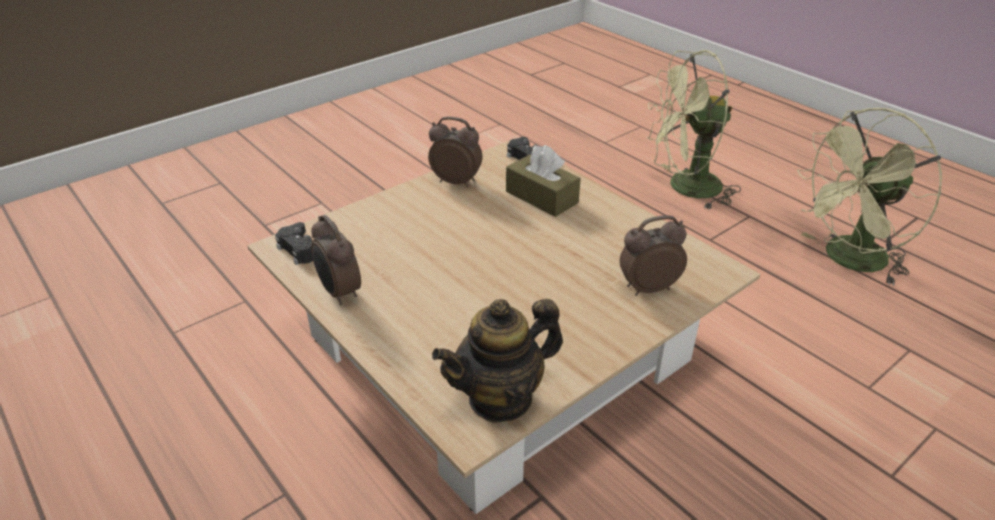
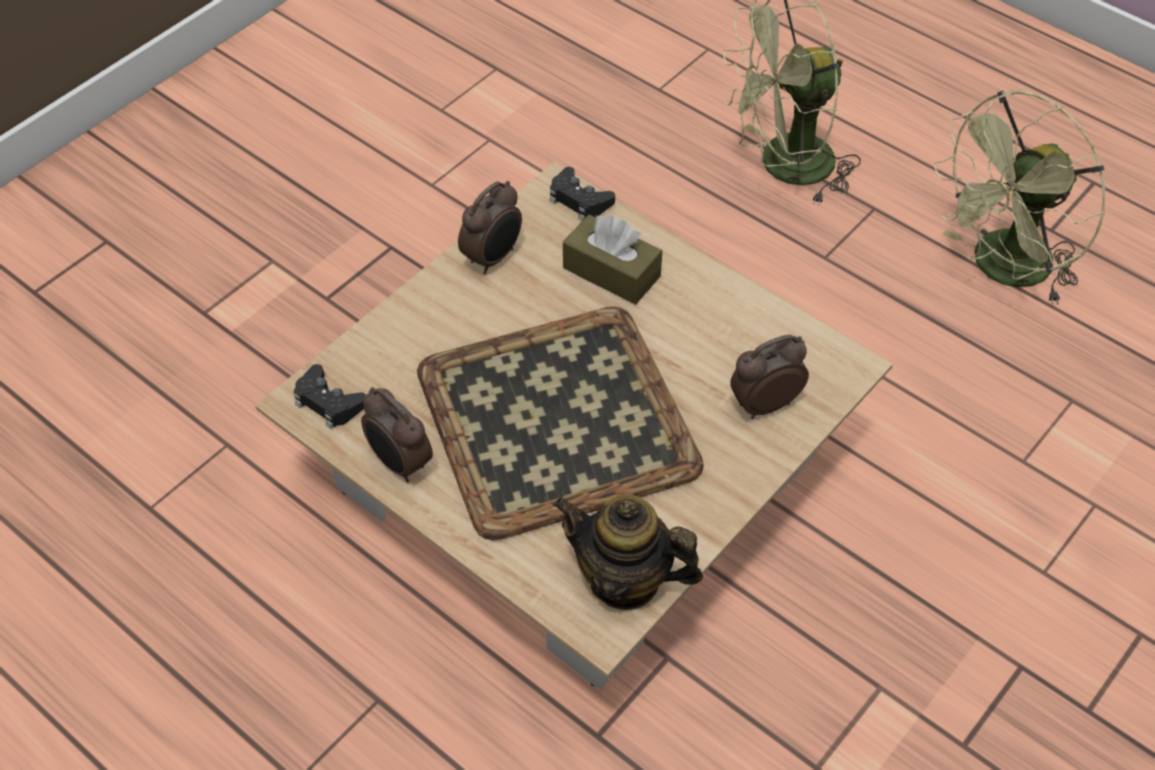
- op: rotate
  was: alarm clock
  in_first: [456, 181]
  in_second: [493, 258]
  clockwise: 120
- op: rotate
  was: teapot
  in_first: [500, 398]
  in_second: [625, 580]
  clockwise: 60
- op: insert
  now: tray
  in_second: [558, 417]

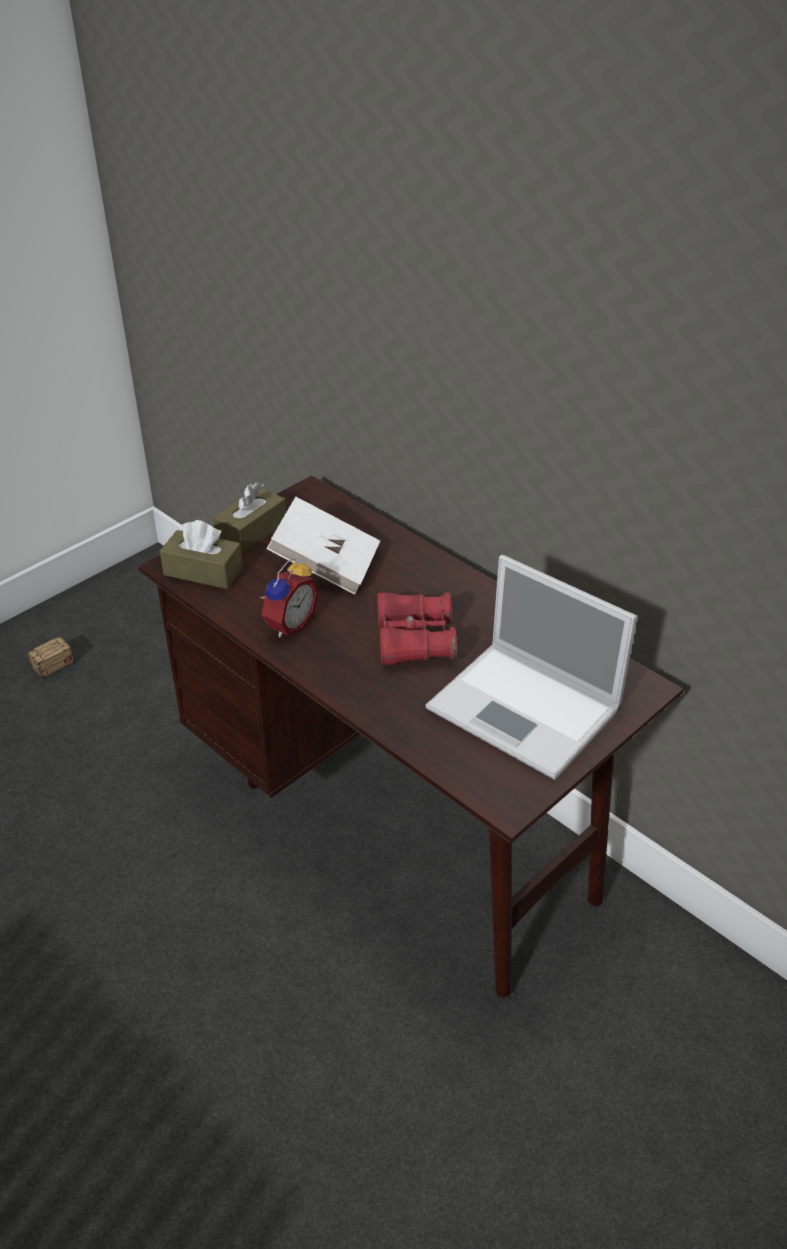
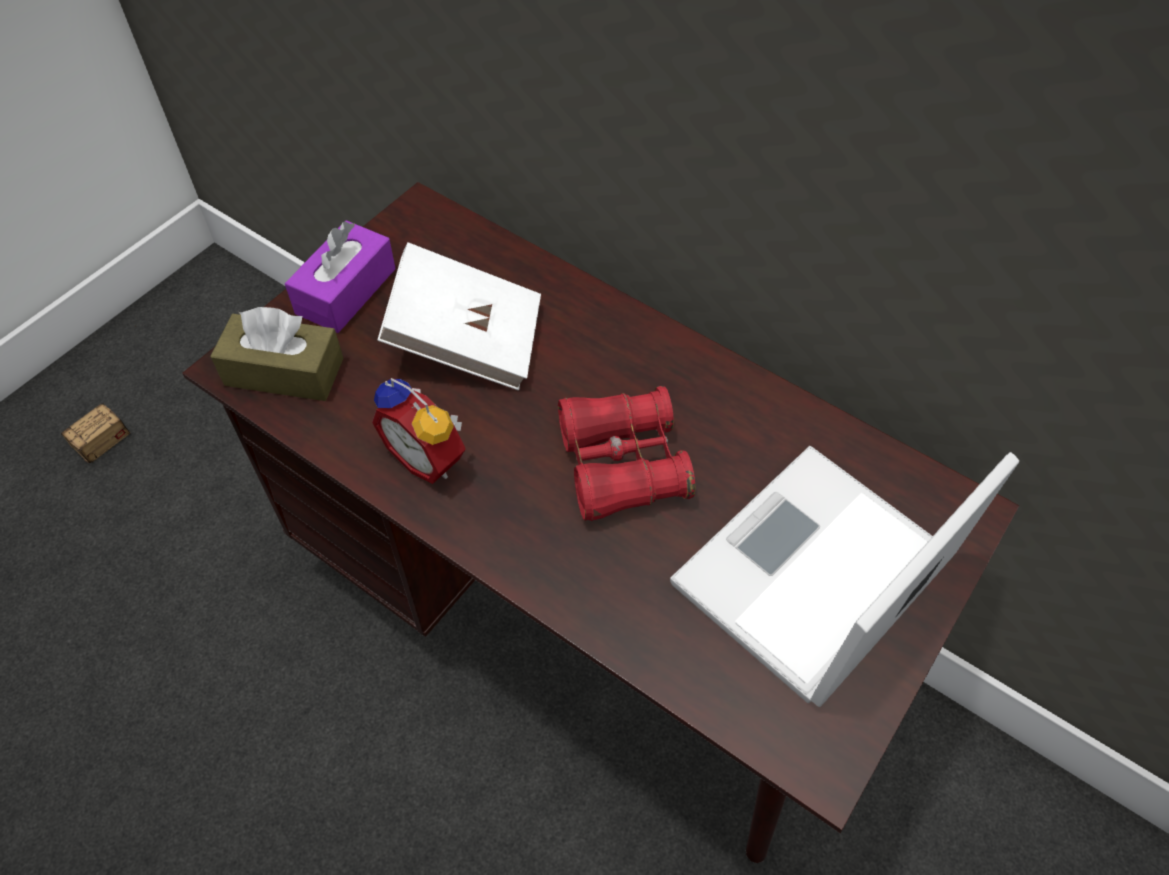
- op: recolor
  was: brown tissue box
  now: purple tissue box
  in_first: [251, 531]
  in_second: [346, 291]
- op: rotate
  was: alarm clock
  in_first: [288, 624]
  in_second: [429, 457]
  clockwise: 105
- op: rotate
  was: laptop
  in_first: [526, 710]
  in_second: [810, 575]
  clockwise: 105

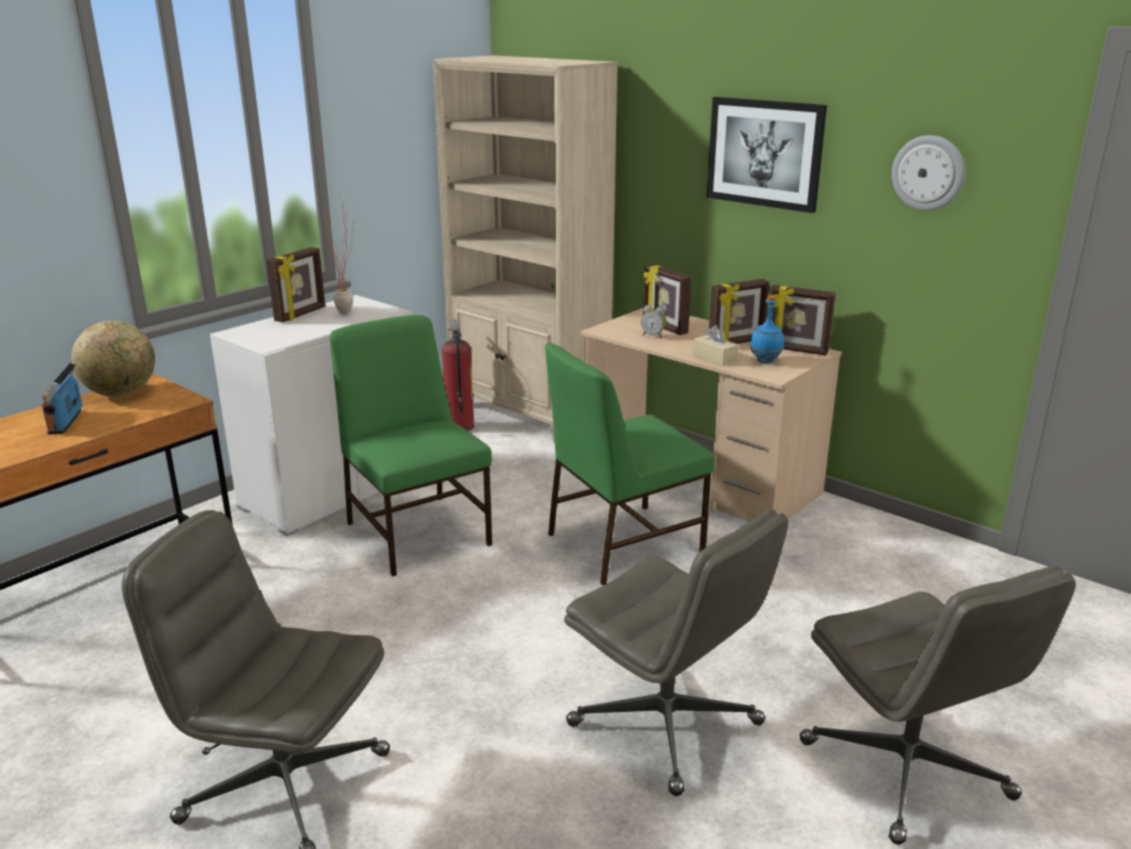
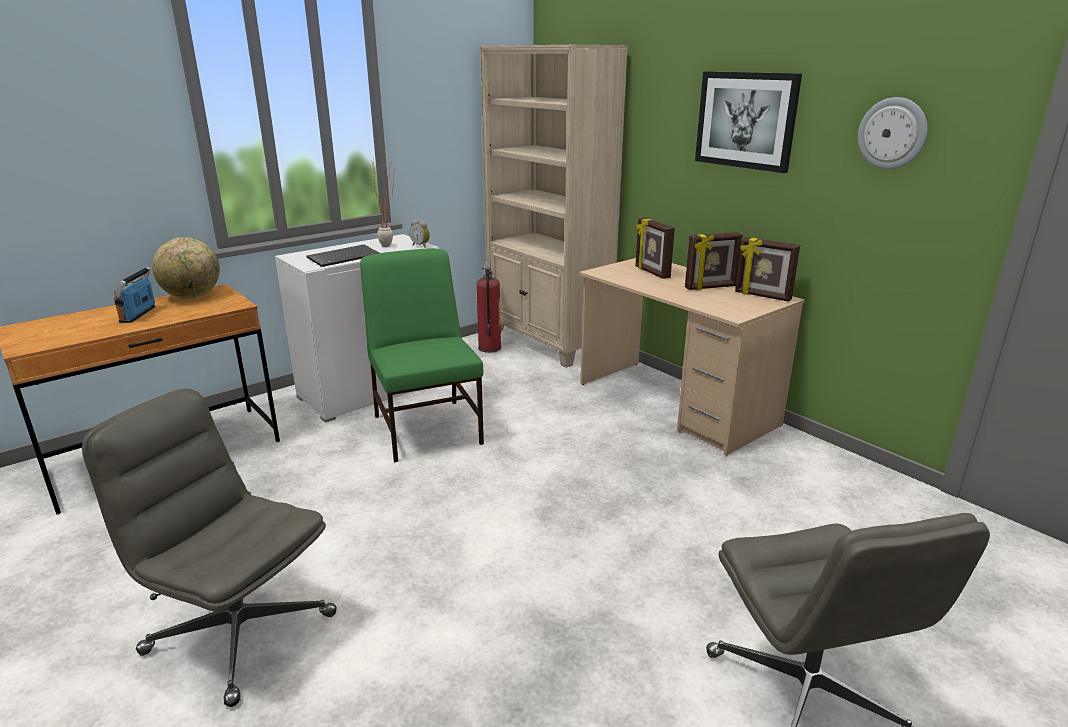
- op: delete
  was: picture frame
  in_first: [301, 314]
- op: delete
  was: green chair
  in_first: [622, 543]
- op: delete
  was: grey office chair
  in_first: [667, 725]
- op: move
  was: alarm clock
  in_first: [653, 336]
  in_second: [421, 246]
- op: delete
  was: beige tissue box
  in_first: [714, 358]
- op: delete
  was: blue bottle
  in_first: [765, 361]
- op: insert
  now: keyboard
  in_second: [344, 257]

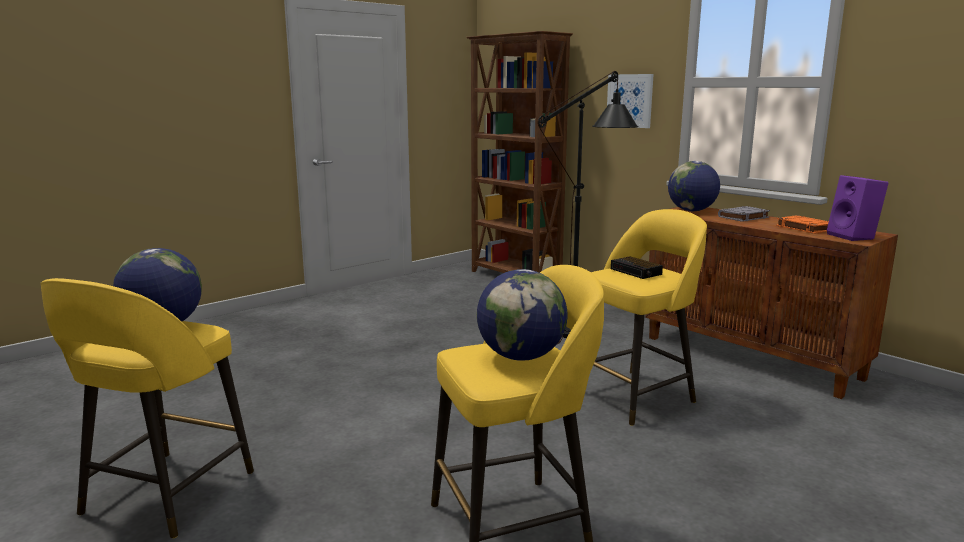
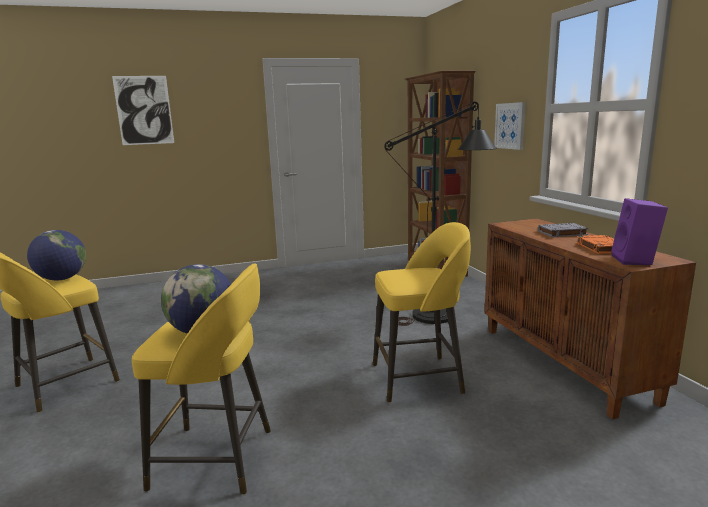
- op: delete
  was: alarm clock
  in_first: [636, 272]
- op: delete
  was: globe
  in_first: [691, 211]
- op: insert
  now: picture
  in_second: [144, 110]

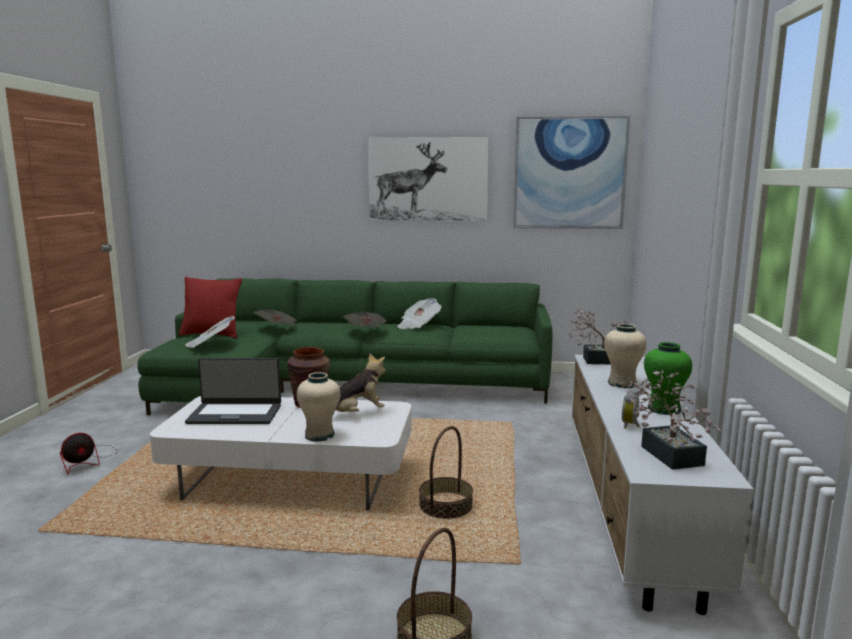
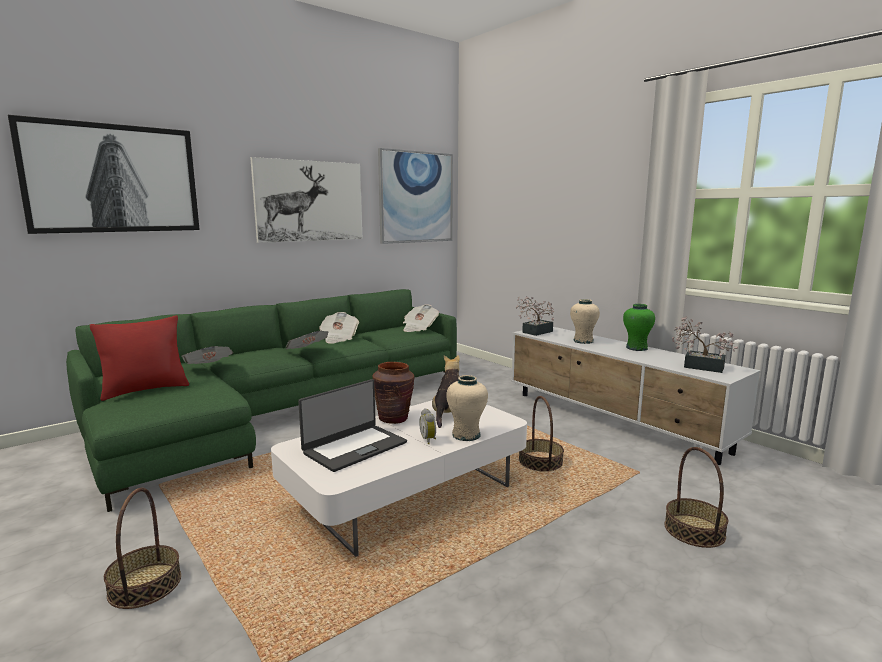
- op: replace
  was: fan
  now: basket
  in_first: [87, 461]
  in_second: [145, 585]
- op: move
  was: newspaper
  in_first: [210, 345]
  in_second: [419, 328]
- op: move
  was: alarm clock
  in_first: [631, 425]
  in_second: [429, 440]
- op: insert
  now: picture
  in_second: [113, 179]

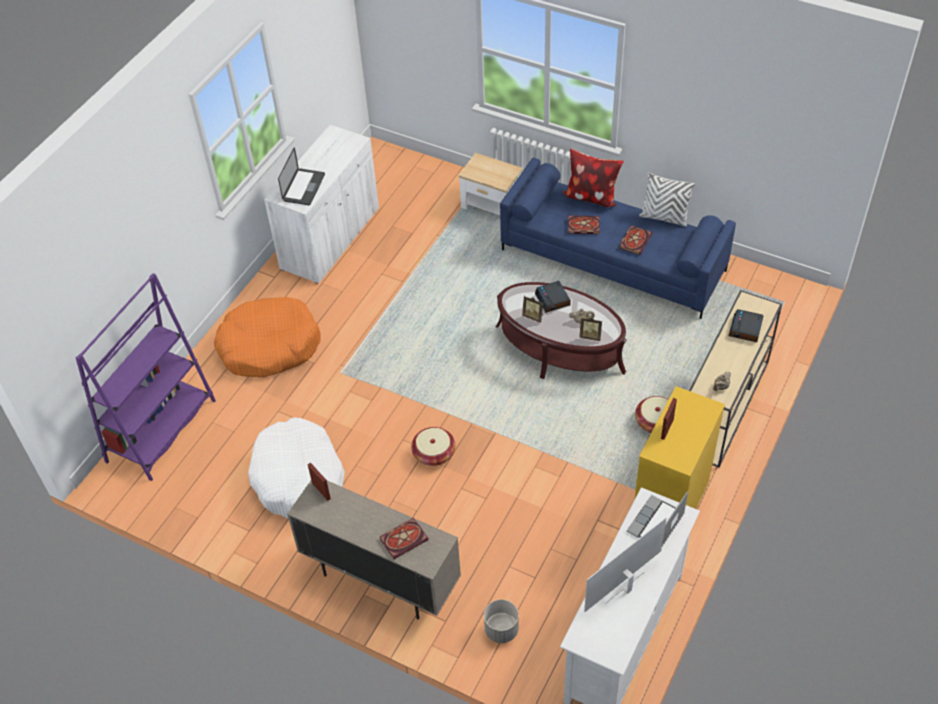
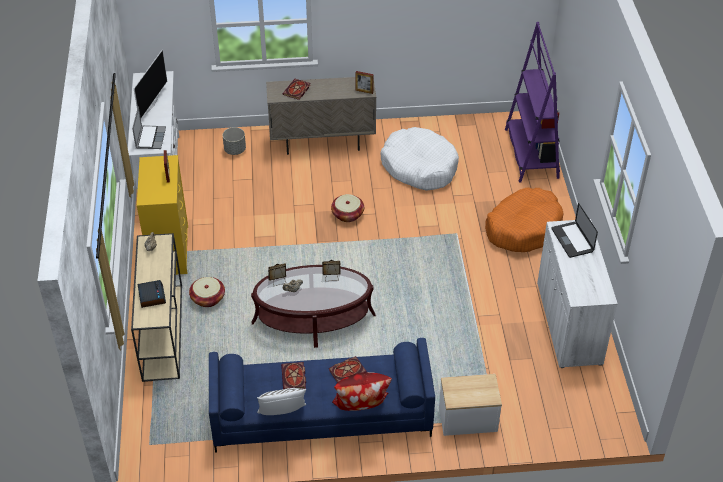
- op: delete
  was: alarm clock
  in_first: [553, 300]

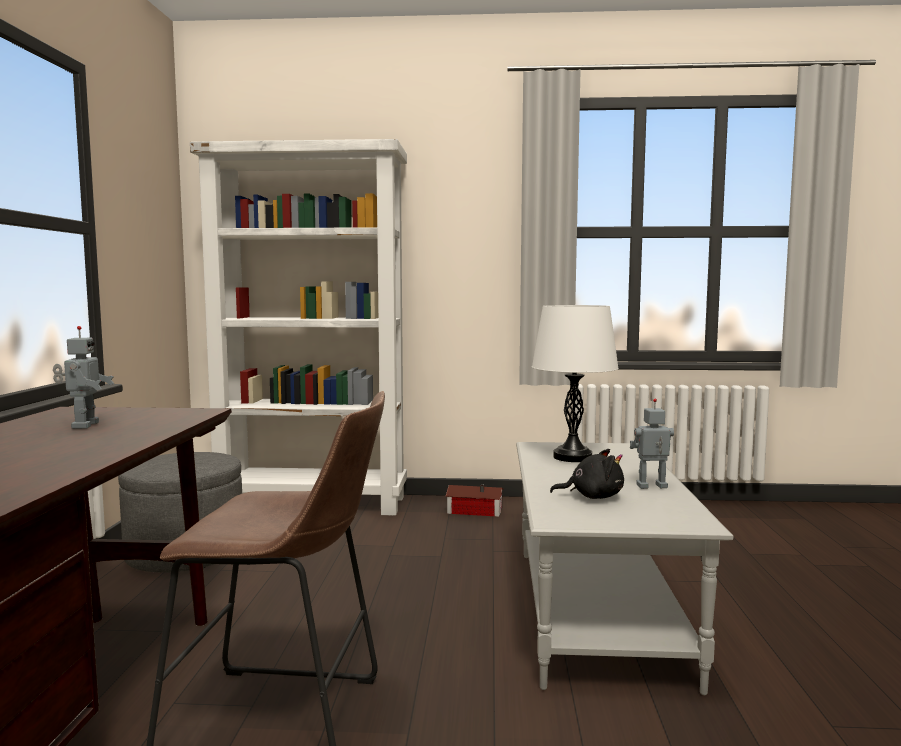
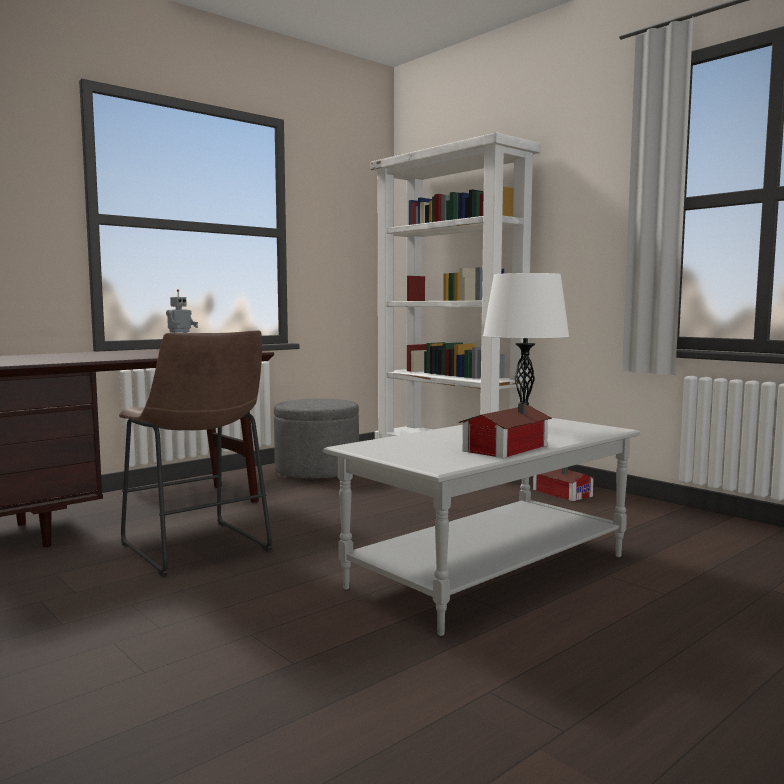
- op: delete
  was: black plush toy
  in_first: [592, 496]
- op: replace
  was: toy robot
  now: toy house
  in_first: [652, 487]
  in_second: [502, 448]

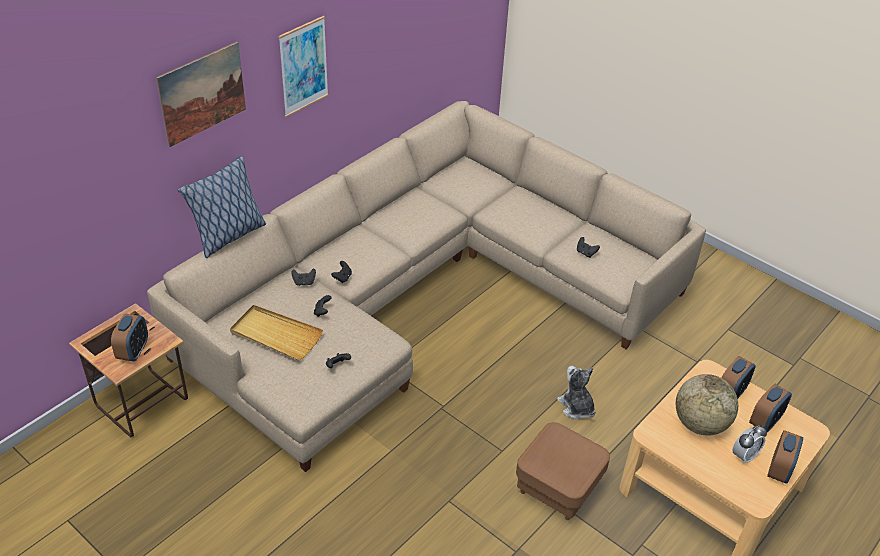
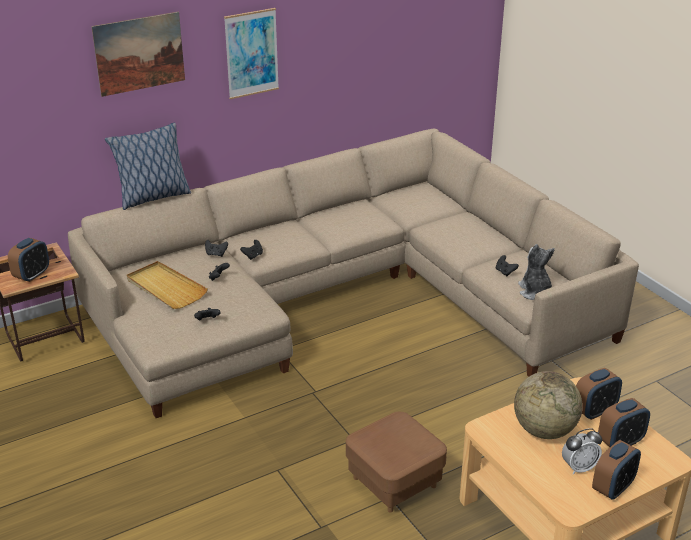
- op: move
  was: plush toy
  in_first: [576, 407]
  in_second: [535, 292]

